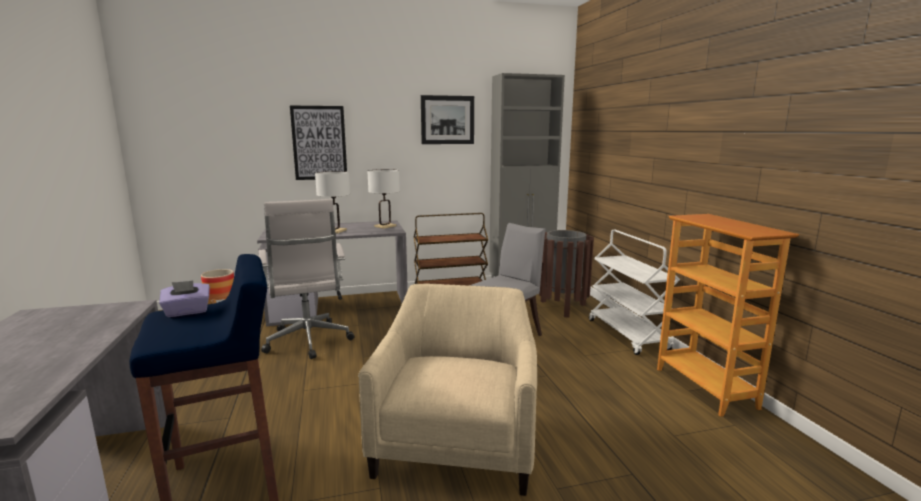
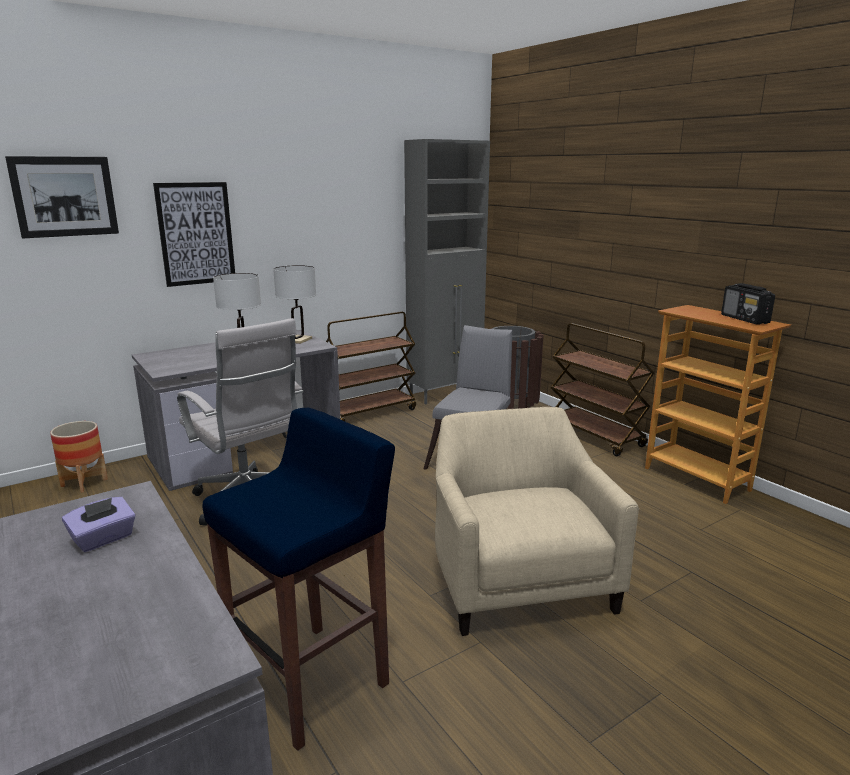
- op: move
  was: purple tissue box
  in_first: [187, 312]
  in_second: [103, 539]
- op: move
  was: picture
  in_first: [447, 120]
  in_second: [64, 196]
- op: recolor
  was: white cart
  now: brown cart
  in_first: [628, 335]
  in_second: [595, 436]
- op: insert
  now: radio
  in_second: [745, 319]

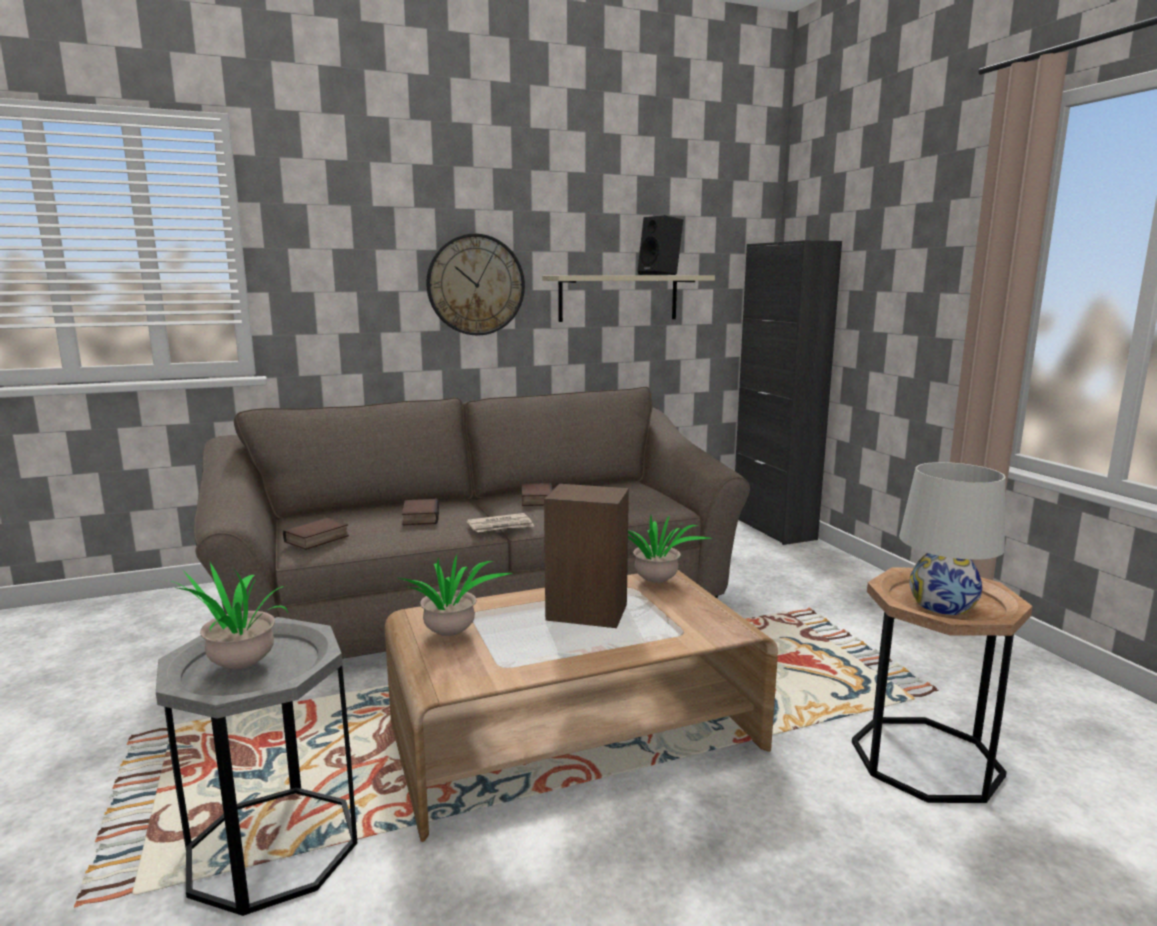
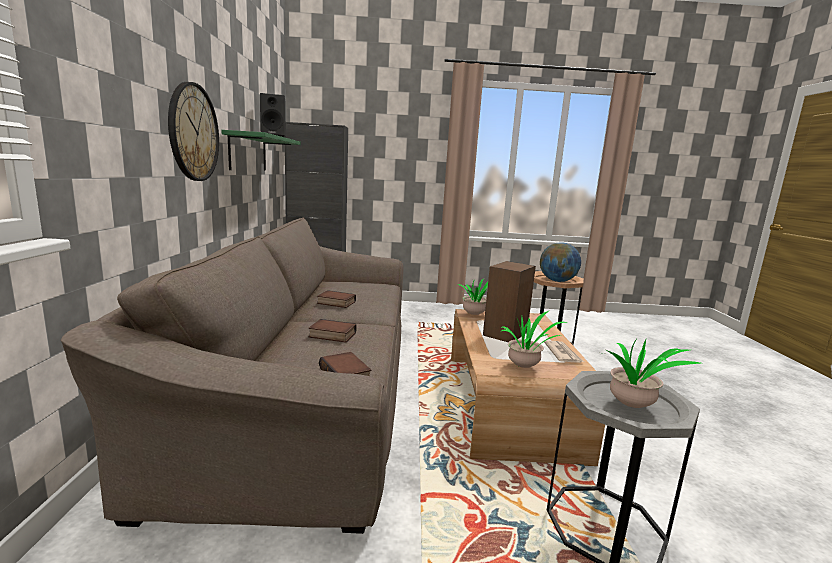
- op: move
  was: newspaper
  in_first: [501, 526]
  in_second: [562, 354]
- op: recolor
  was: beige shelf
  now: green shelf
  in_first: [618, 298]
  in_second: [248, 152]
- op: replace
  was: white table lamp
  now: globe
  in_first: [942, 604]
  in_second: [557, 281]

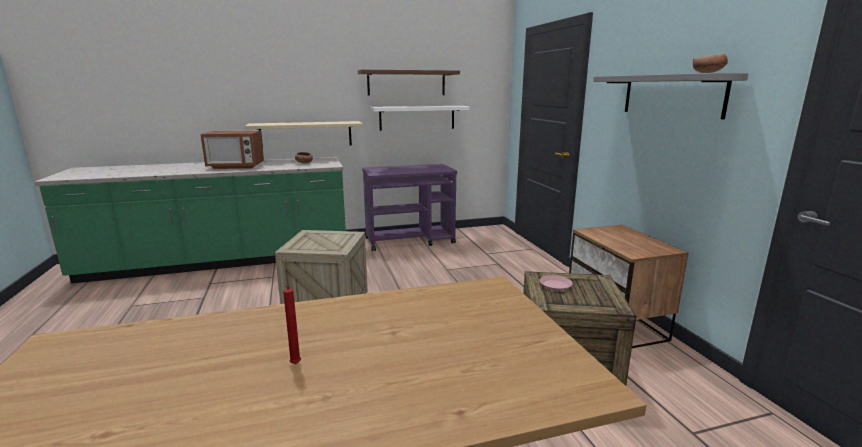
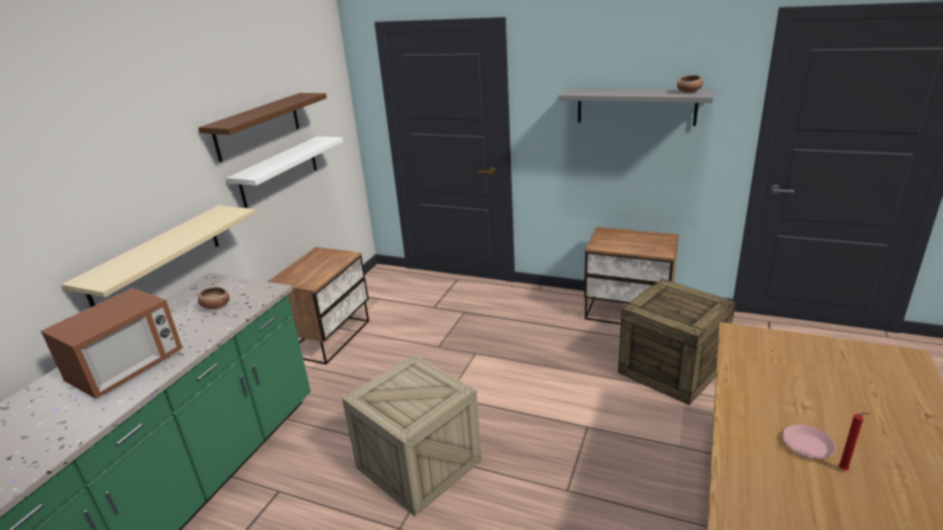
- op: replace
  was: purple cart
  now: nightstand
  in_first: [410, 240]
  in_second: [330, 337]
- op: move
  was: pink plate
  in_first: [555, 285]
  in_second: [807, 445]

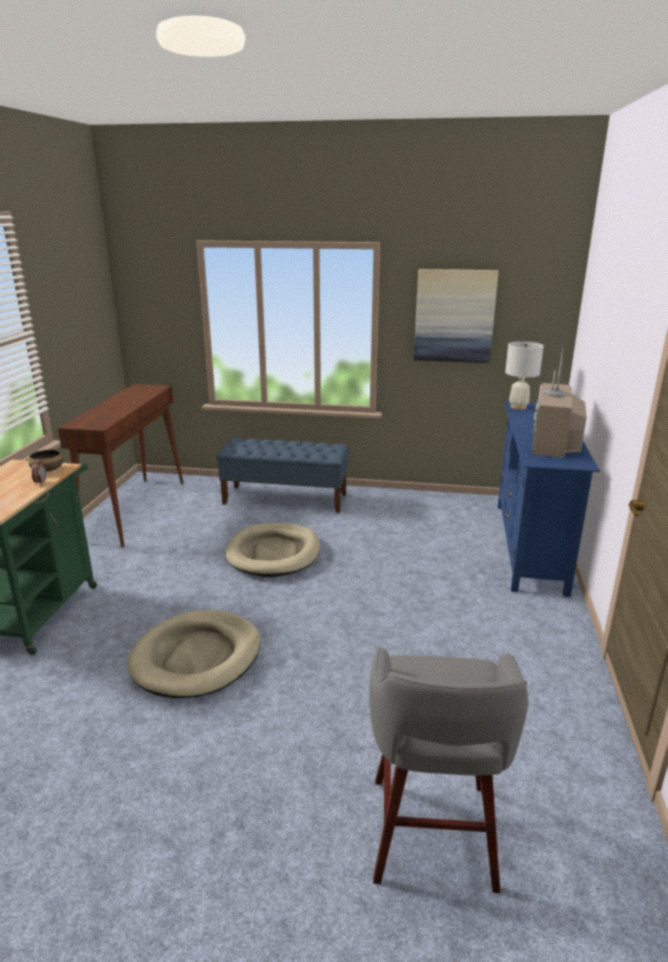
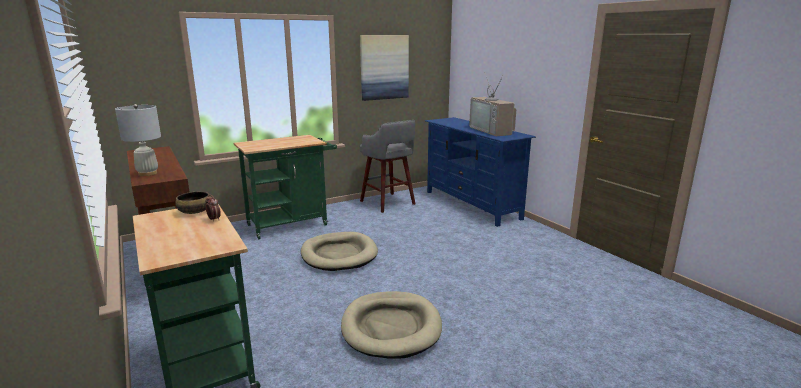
- op: replace
  was: blue bench
  now: green cart
  in_first: [285, 499]
  in_second: [292, 224]
- op: move
  was: grey stool
  in_first: [432, 836]
  in_second: [388, 203]
- op: move
  was: white table lamp
  in_first: [518, 407]
  in_second: [148, 173]

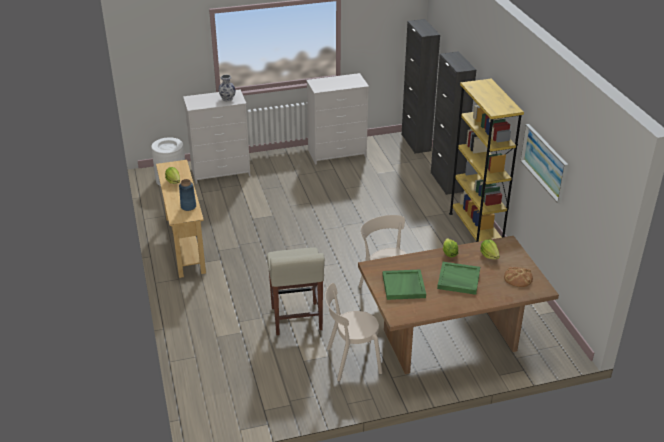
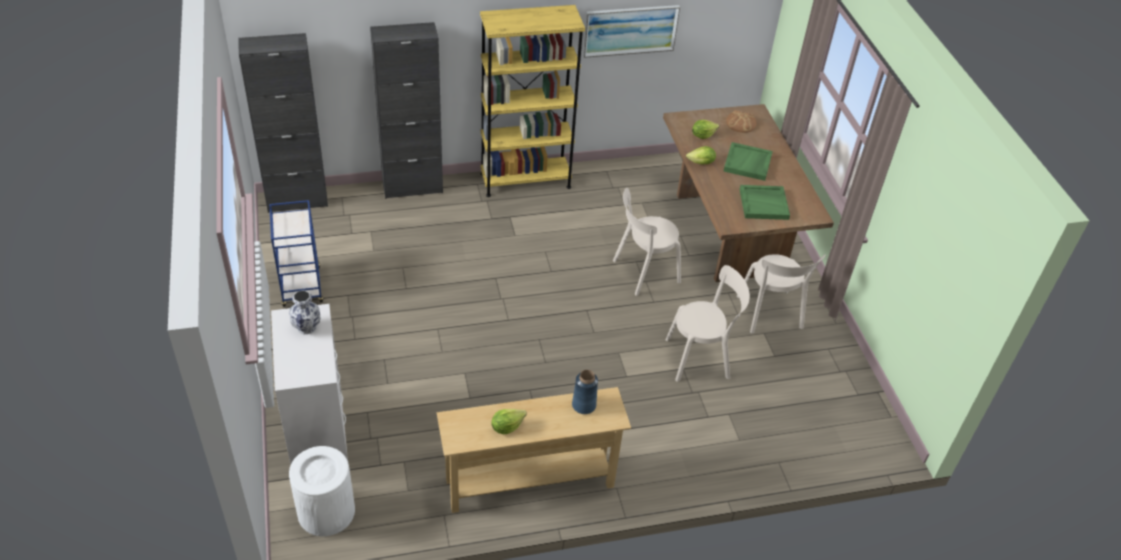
- op: replace
  was: beige stool
  now: beige chair
  in_first: [296, 319]
  in_second: [701, 358]
- op: replace
  was: white dresser
  now: blue cart
  in_first: [337, 153]
  in_second: [302, 287]

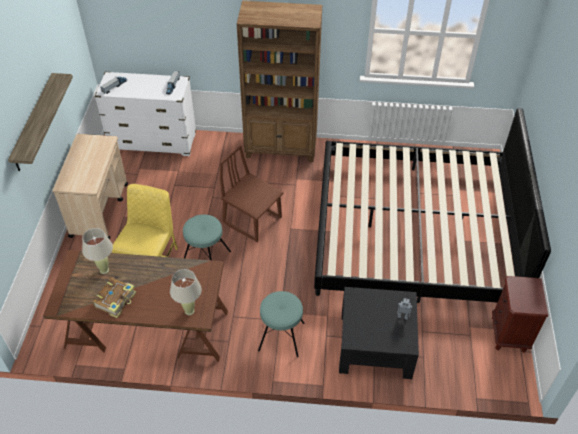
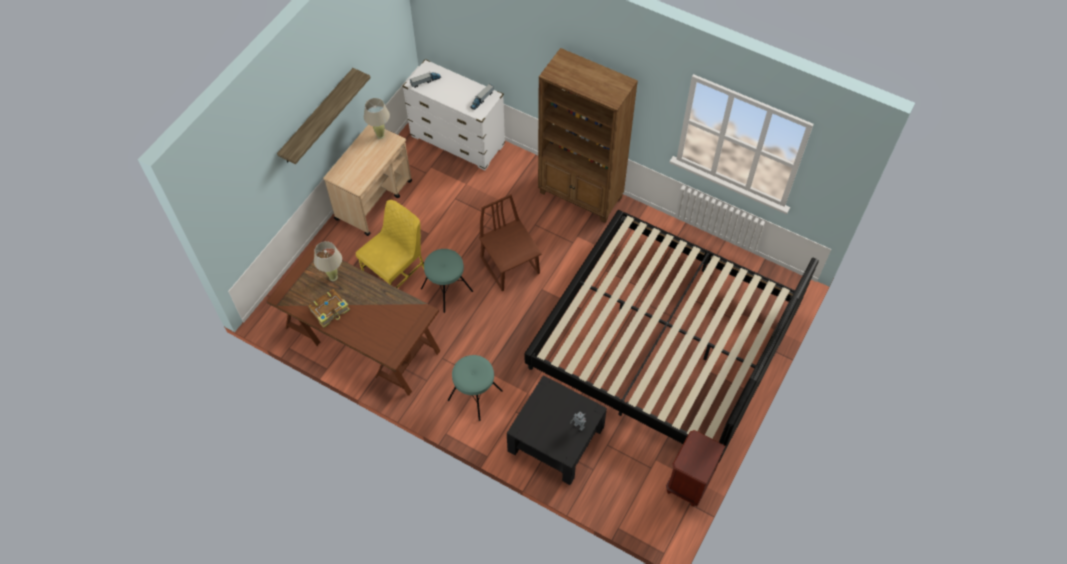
- op: move
  was: beige table lamp
  in_first: [189, 311]
  in_second: [380, 135]

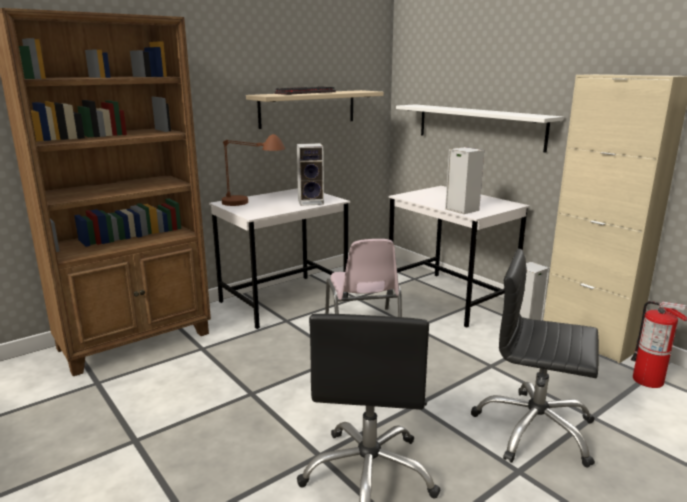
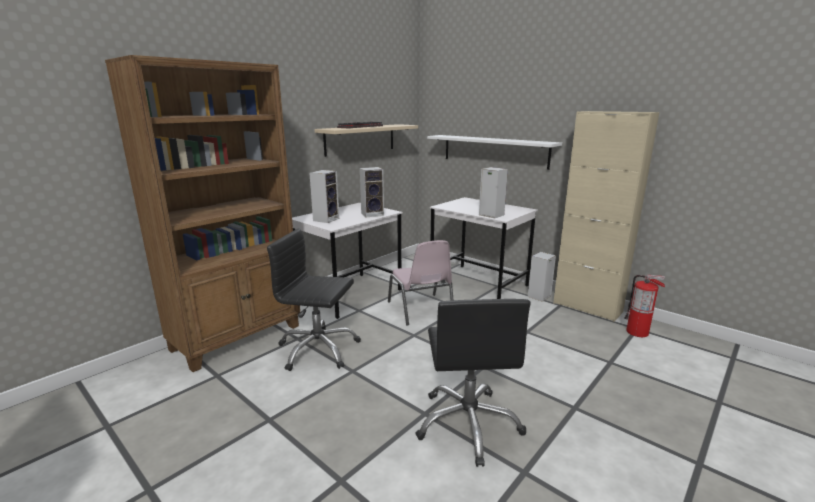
- op: replace
  was: brown table lamp
  now: speaker
  in_first: [252, 206]
  in_second: [326, 219]
- op: move
  was: black office chair
  in_first: [534, 429]
  in_second: [318, 349]

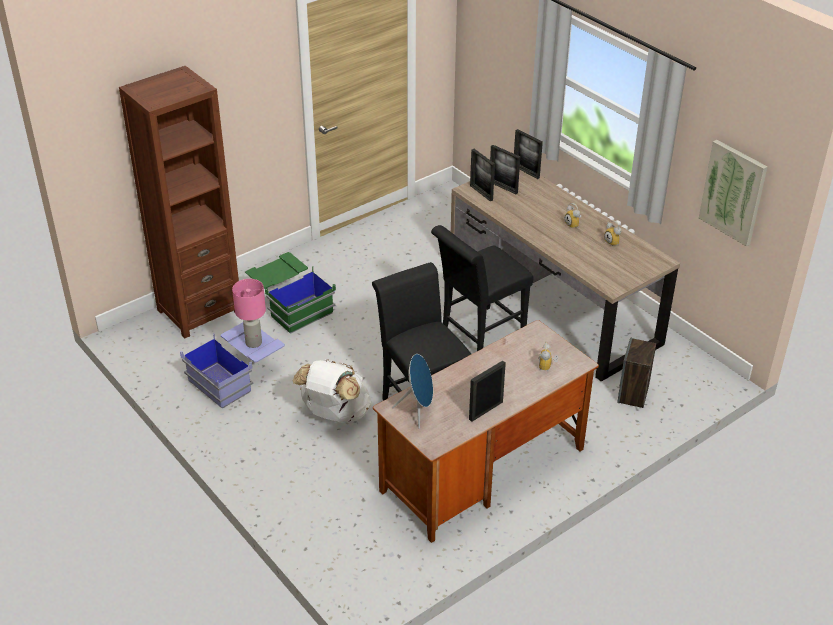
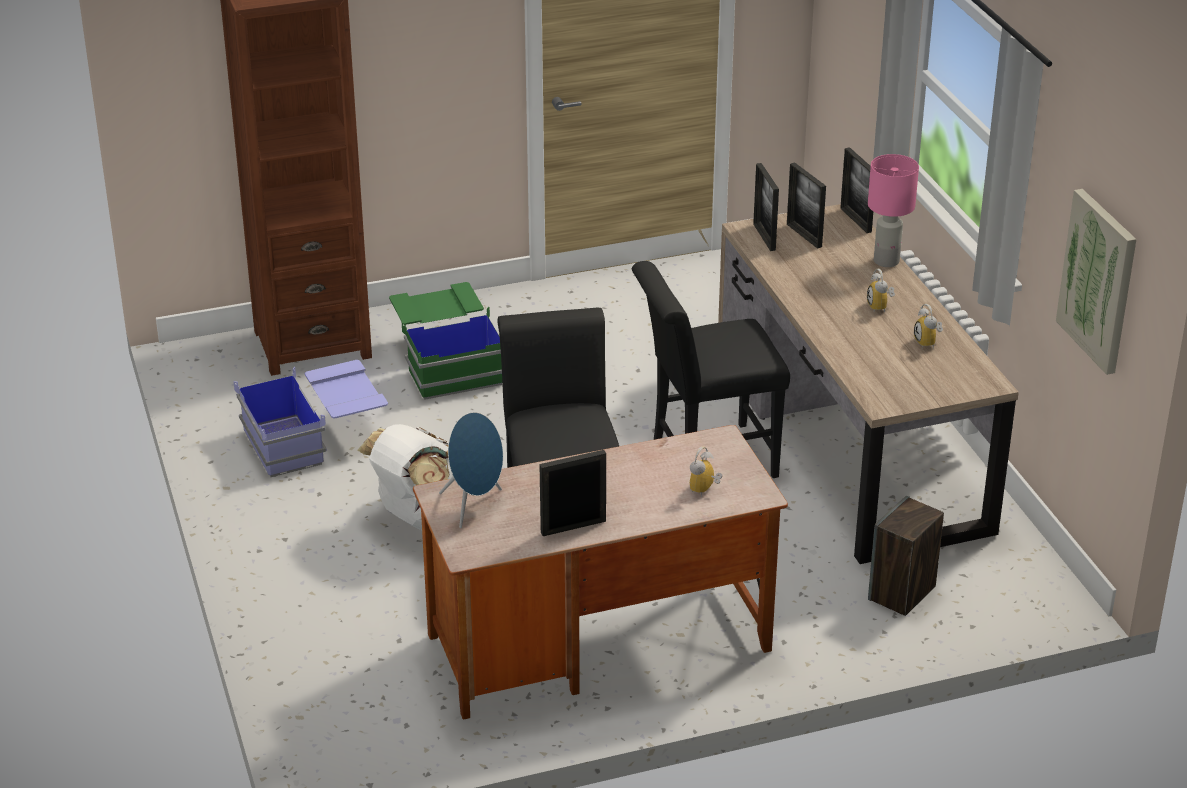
- op: move
  was: pink table lamp
  in_first: [254, 342]
  in_second: [887, 261]

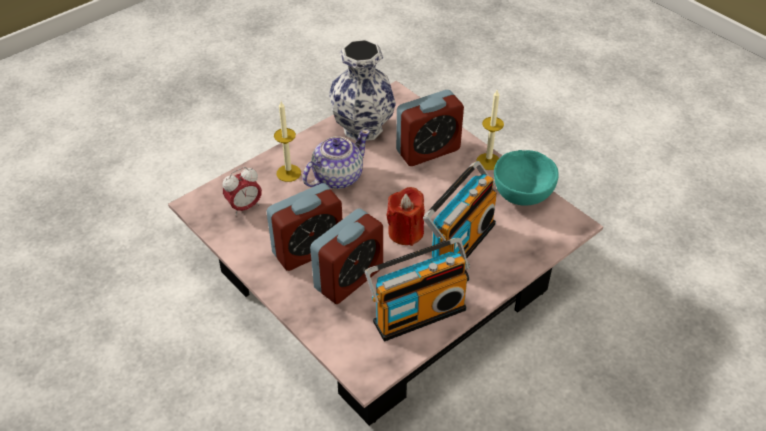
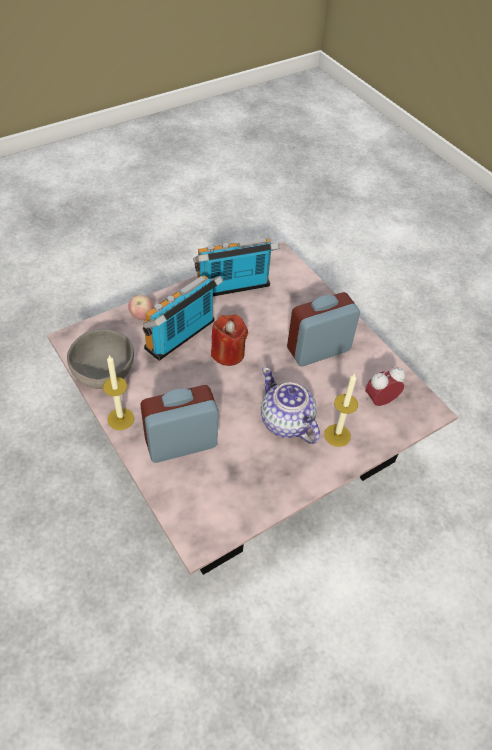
- op: rotate
  was: teapot
  in_first: [336, 177]
  in_second: [286, 422]
  clockwise: 90
- op: delete
  was: alarm clock
  in_first: [348, 278]
- op: delete
  was: vase
  in_first: [363, 129]
- op: recolor
  was: turquoise bowl
  now: grey bowl
  in_first: [523, 195]
  in_second: [103, 375]
- op: insert
  now: apple
  in_second: [142, 316]

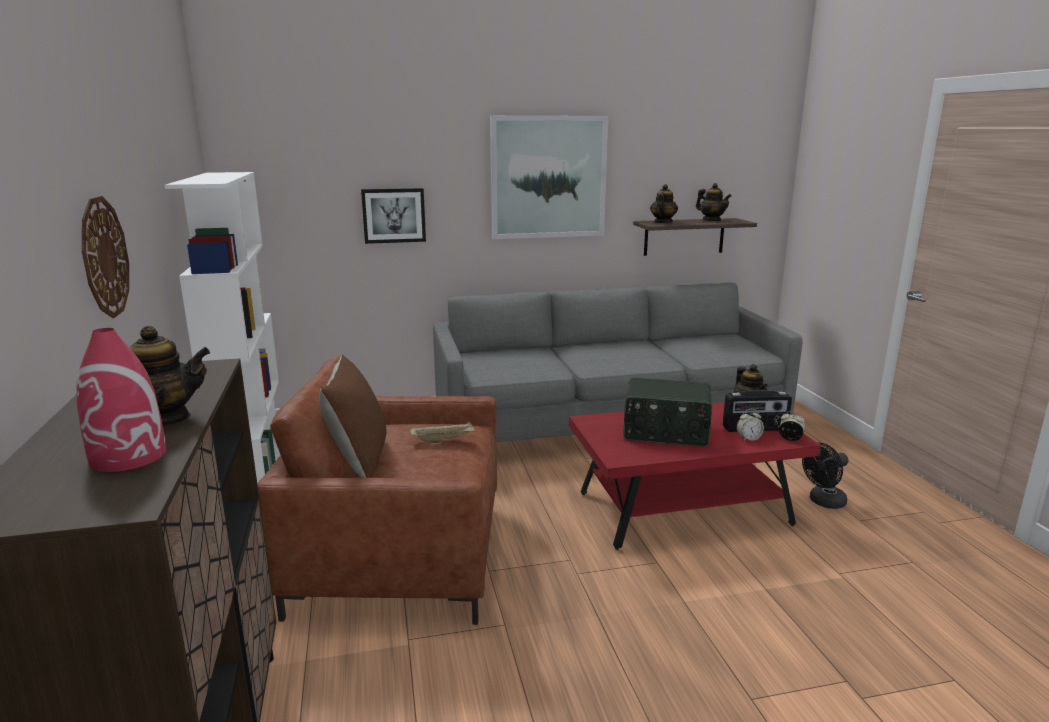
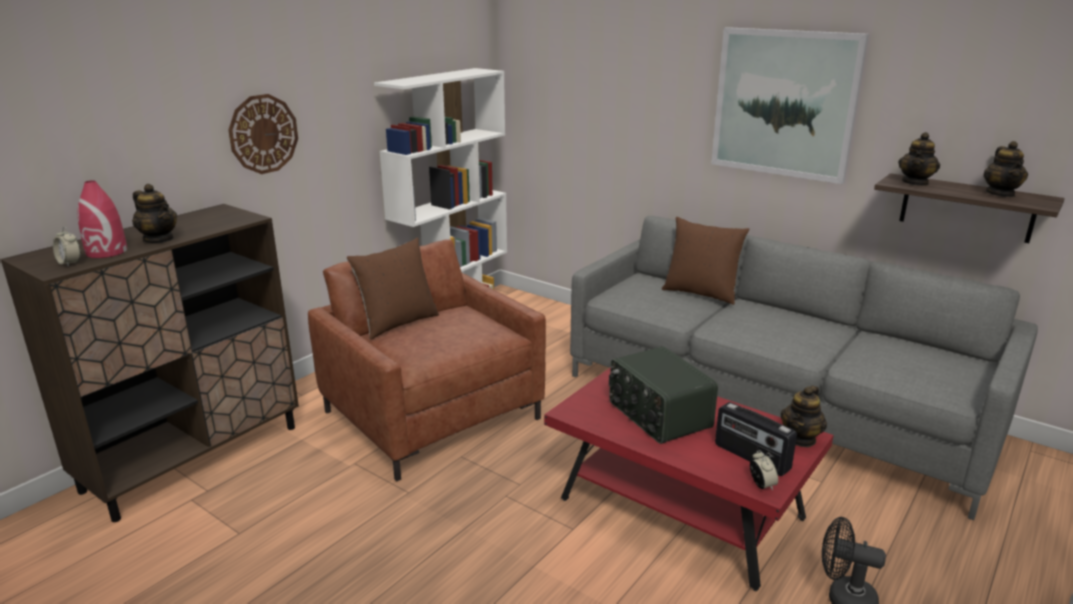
- op: delete
  was: picture
  in_first: [394, 215]
- op: delete
  was: beige tray
  in_first: [443, 440]
- op: rotate
  was: teapot
  in_first: [662, 222]
  in_second: [915, 182]
  clockwise: 135
- op: move
  was: alarm clock
  in_first: [748, 438]
  in_second: [70, 263]
- op: insert
  now: brown pillow
  in_second: [701, 293]

